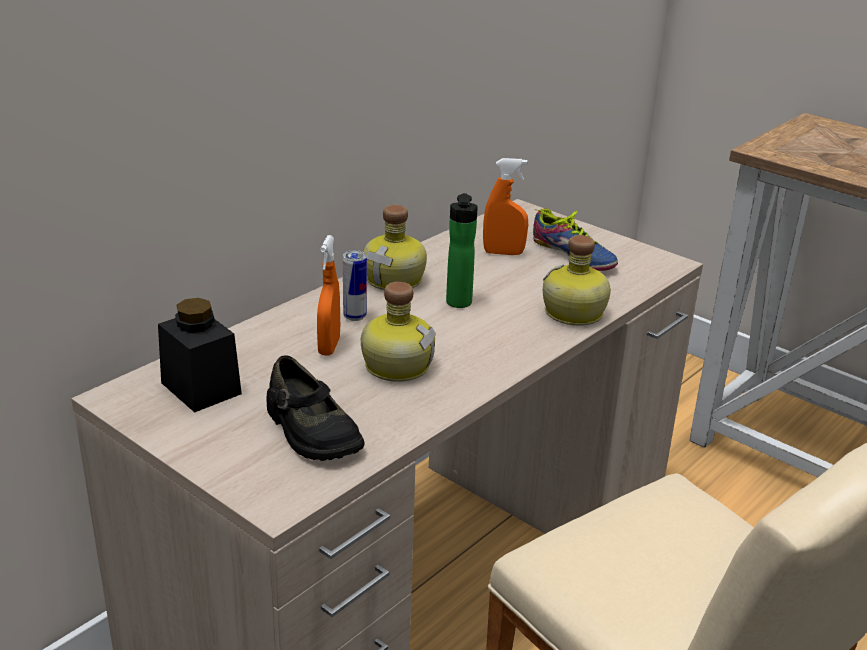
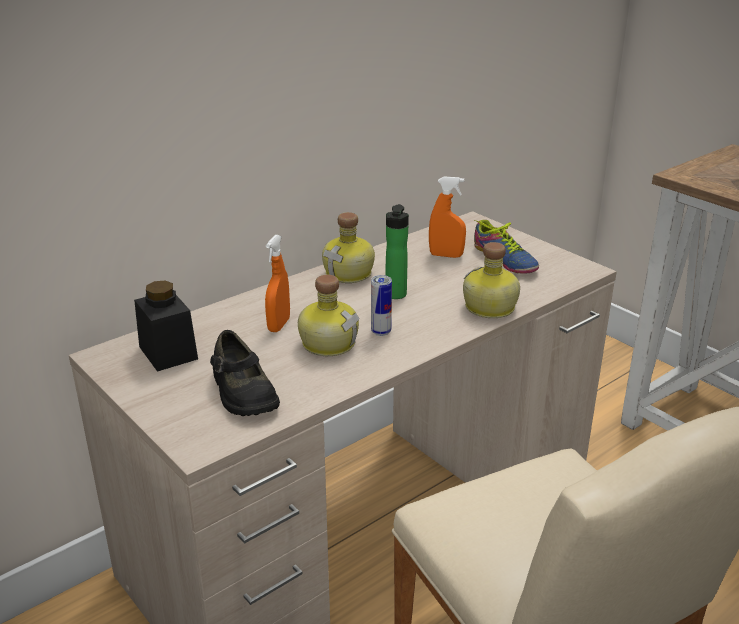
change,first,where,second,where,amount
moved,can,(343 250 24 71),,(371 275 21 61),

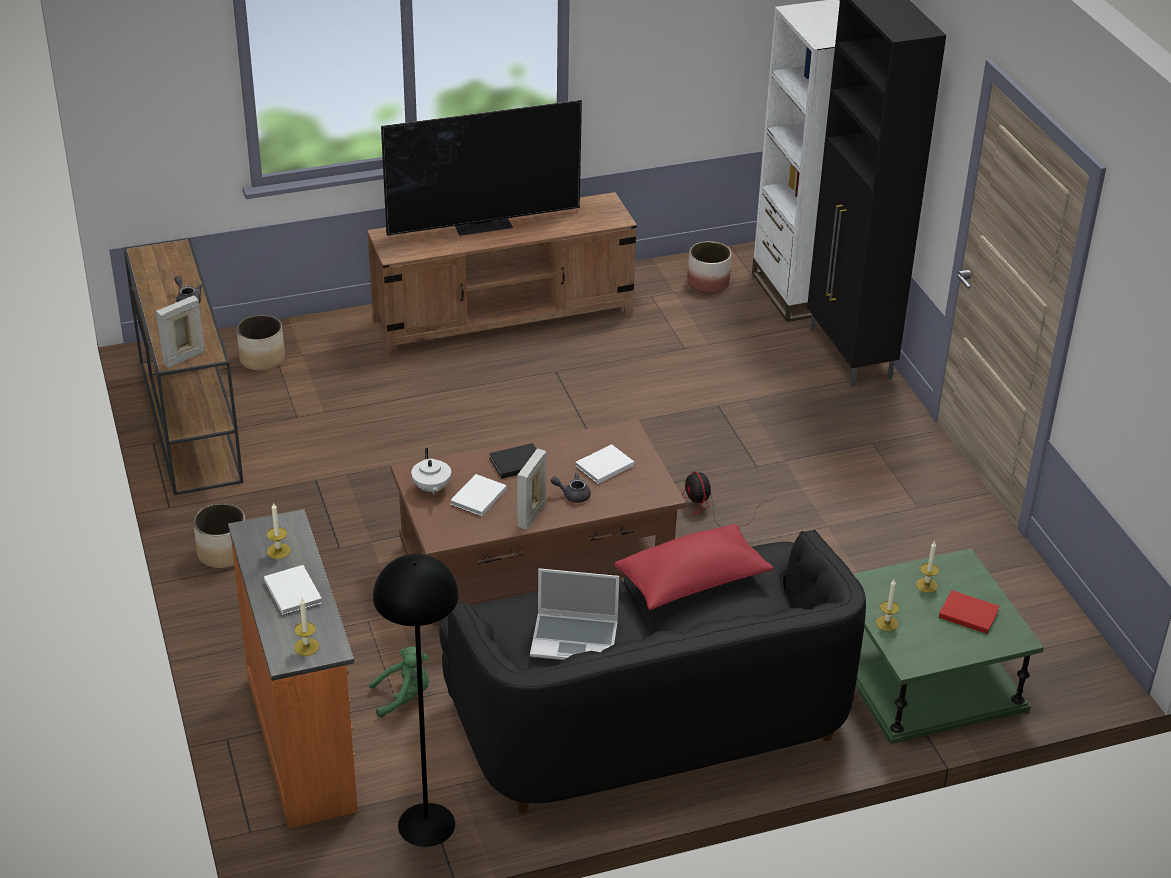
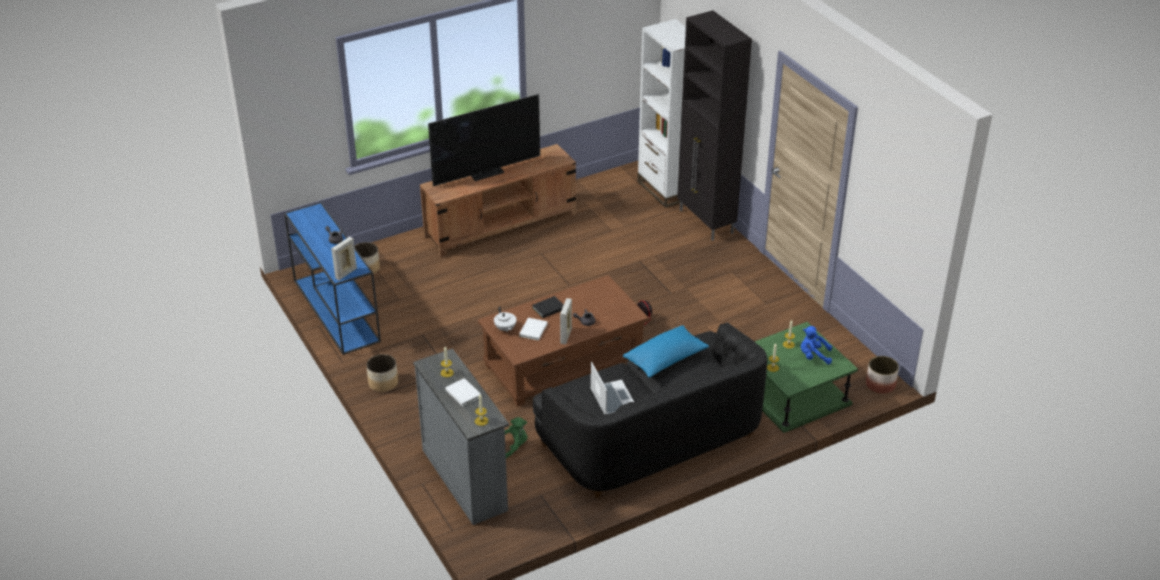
change,first,where,second,where,amount
recoloured,brown_console_table,(123 238 120 258),blue-coloured_console_table,(284 202 97 153),
recoloured,orange_drawer_chest,(228 509 130 319),greyish_drawer_chest,(413 348 96 177),
removed,blackish_standard_lamp,(373 554 86 293),,,
turned,laptop,(530 568 89 92),,(591 362 43 52),105 degrees counterclockwise
removed,whitish_volume,(575 444 59 40),,,
recoloured,red_cushion,(614 524 159 86),blue-coloured_cushion,(623 325 86 53),
moved,plant_pot,(687 241 44 53),,(866 356 33 38),
replaced,red_volume,(939 590 61 44),blue-coloured_soft_toy,(801 326 31 38),

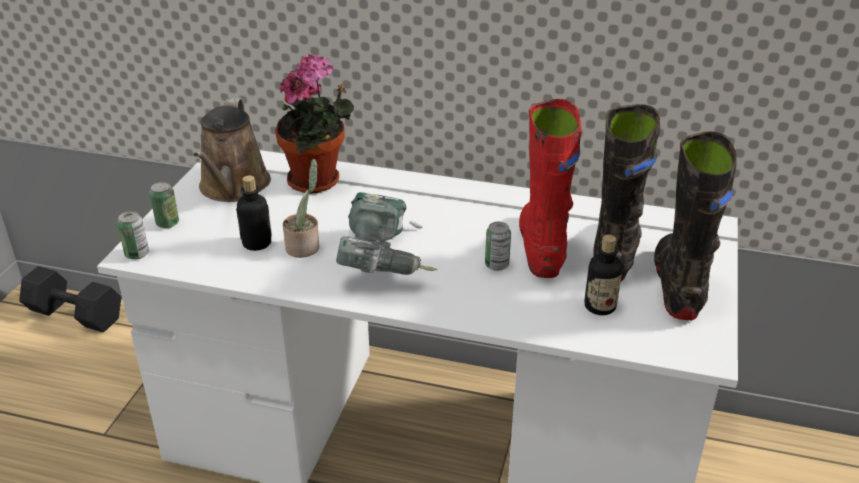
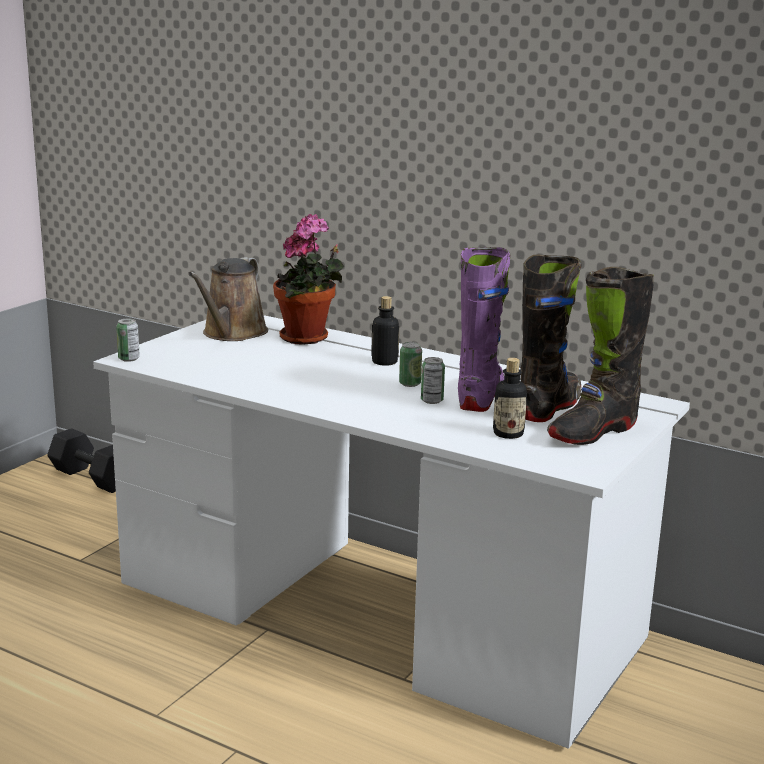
change,first,where,second,where,amount
moved,can,(150 182 29 46),,(399 342 23 45),
moved,beverage_bottle,(236 175 36 76),,(371 296 28 70),
removed,potted_plant,(283 159 36 99),,,
removed,power_drill,(336 192 101 83),,,
recoloured,red_boot,(519 99 62 179),purplish_boot,(458 247 53 165),
turned,blackish_boot,(654 131 83 189),,(547 267 107 178),150 degrees counterclockwise

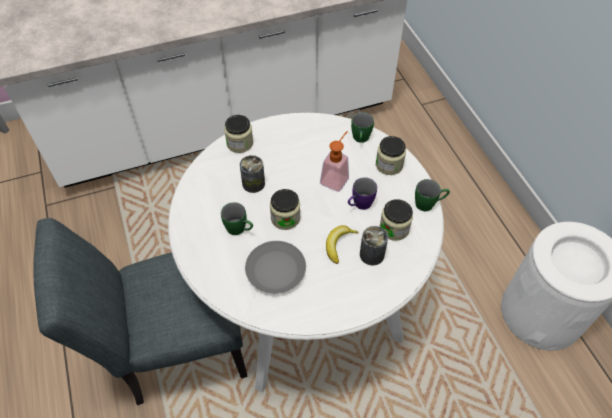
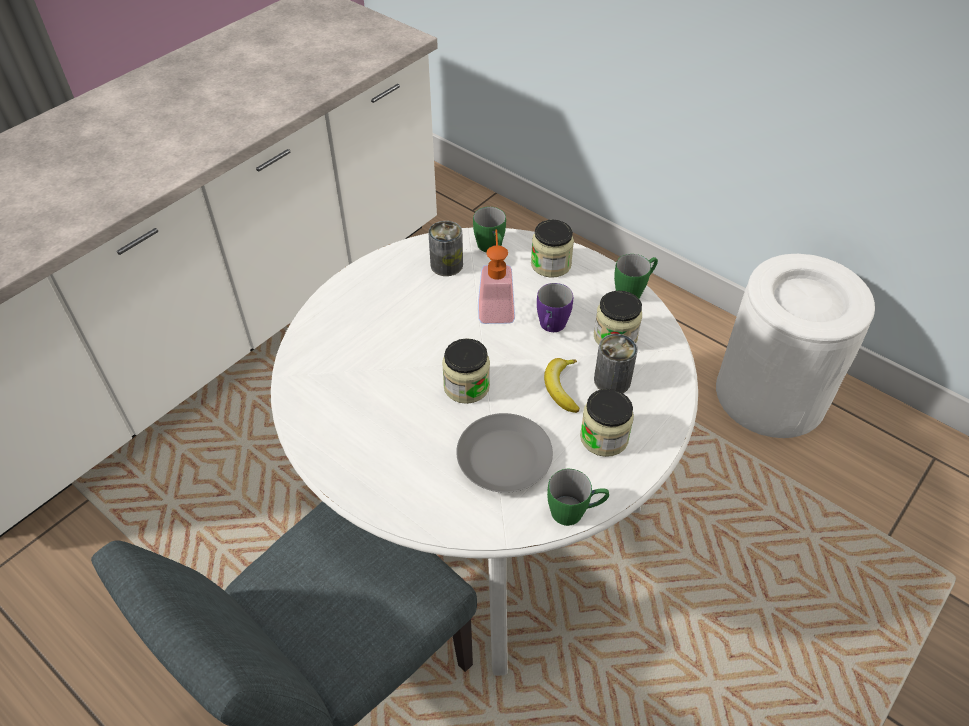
change,first,where,second,where,amount
moved,greenish_tea_mug,(221 202 32 33),,(547 469 62 57),
moved,storage_jar,(224 115 29 38),,(580 389 54 68),
moved,can,(240 155 25 38),,(428 221 35 55),

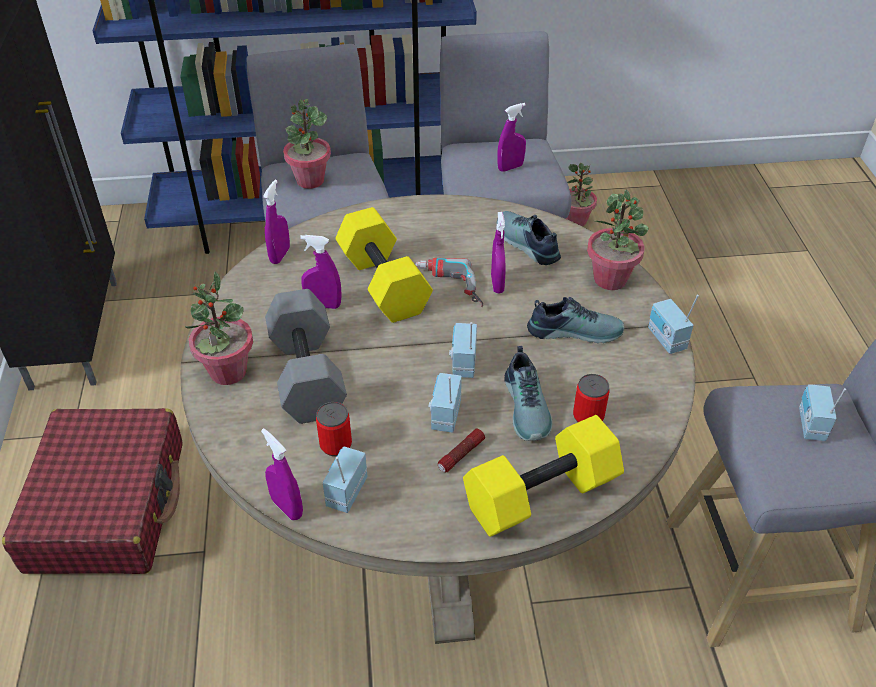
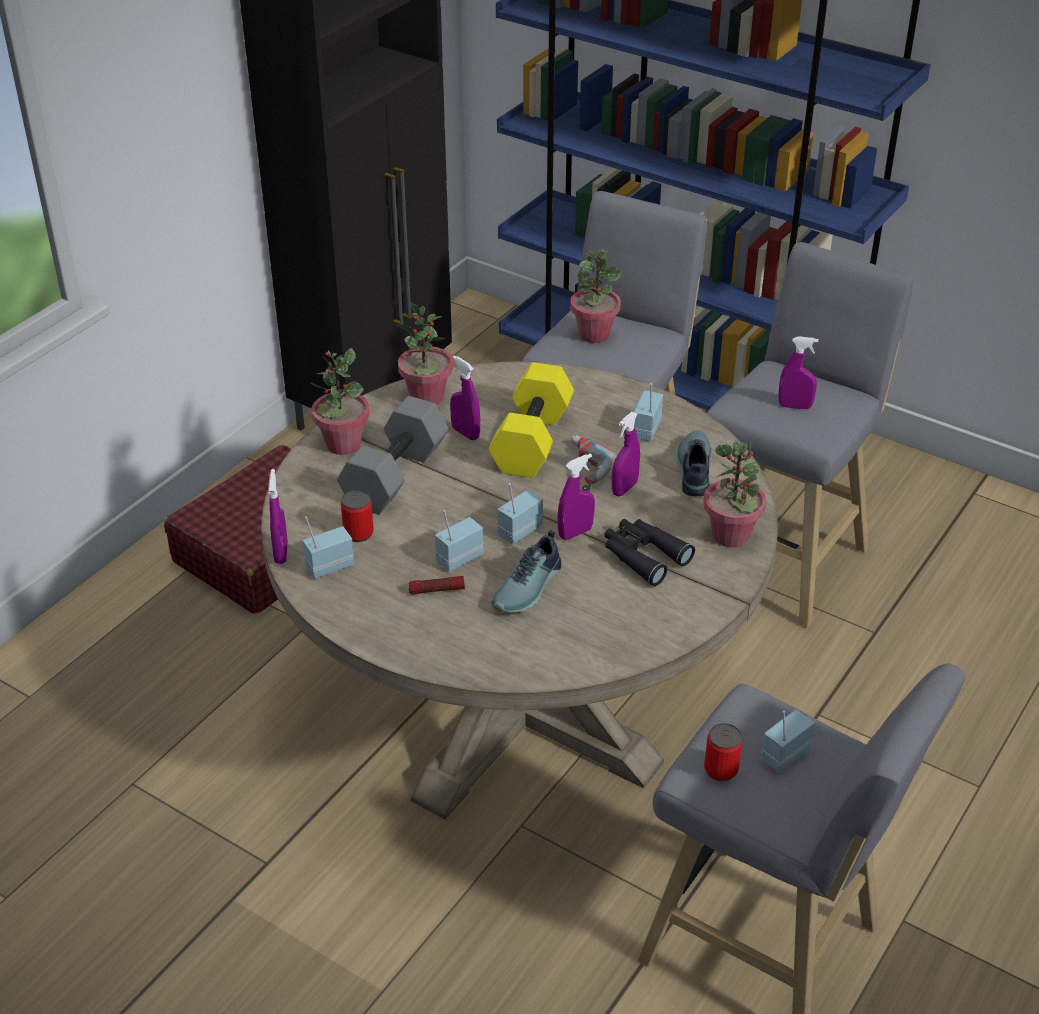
change,first,where,second,where,amount
moved,purplish_spray_bottle,(263 180 27 84),,(557 453 38 87),
removed,yellowish_free_weight,(463 415 161 122),,,
replaced,low_shoe,(527 297 97 46),blackish_binoculars,(604 519 91 67),
moved,potted_plant,(565 163 32 63),,(396 303 57 102),
moved,can,(573 374 37 48),,(704 723 38 58),
moved,radio,(648 295 51 59),,(634 383 29 59),

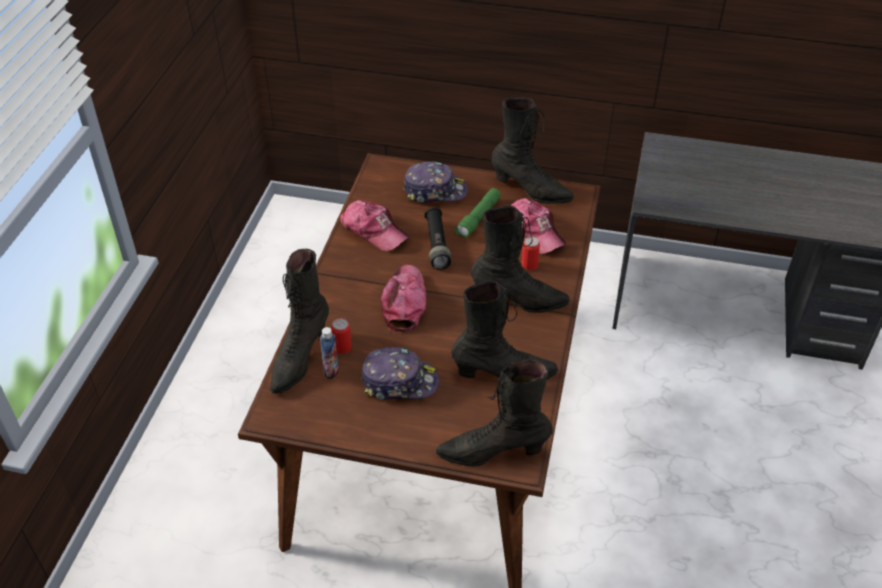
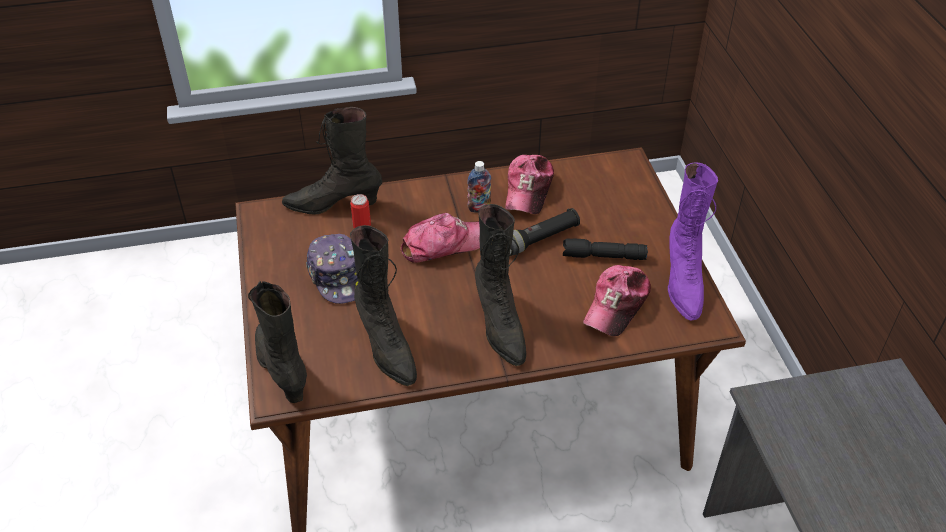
change,first,where,second,where,amount
moved,beverage_bottle,(320 327 19 52),,(467 161 24 51),
removed,peaked_cap,(403 161 65 42),,,
recoloured,greenish_flashlight,(455 188 46 50),blackish_flashlight,(563 238 85 22),
recoloured,blackish_boot,(492 97 82 107),purplish_boot,(668 162 50 159),
removed,can,(521 236 19 34),,,

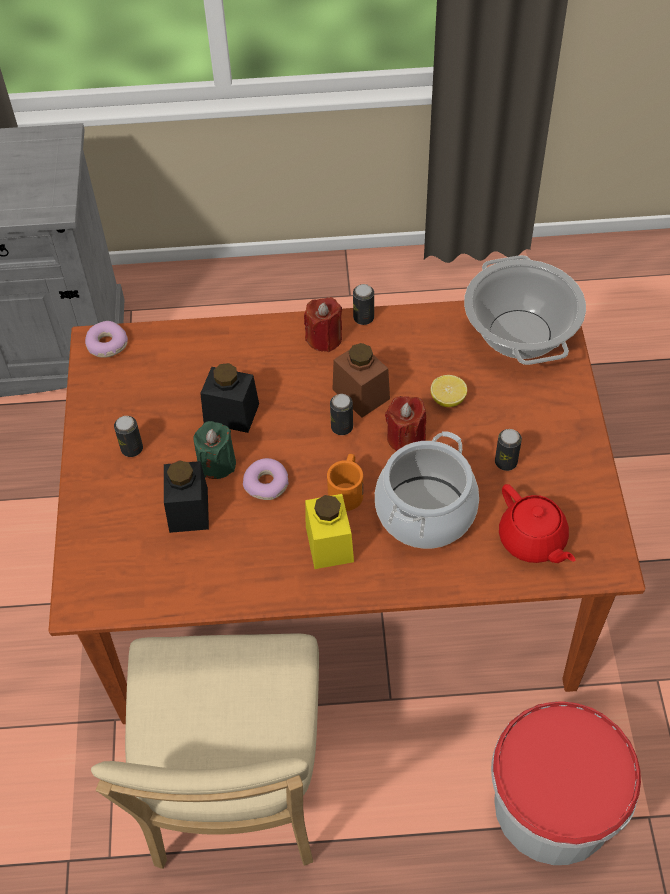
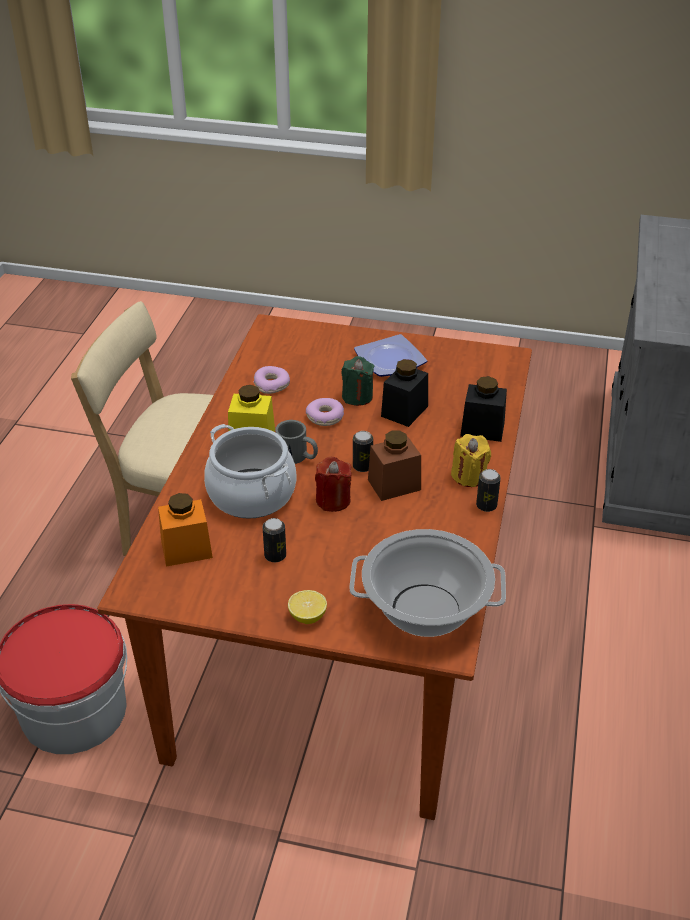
change,first,where,second,where,amount
moved,ring_doughnut,(85 321 43 37),,(254 366 36 28),
replaced,can,(114 416 29 41),dinner_plate,(354 334 73 43),
moved,blackish_storage_jar,(164 460 45 73),,(460 376 47 66),
recoloured,red_wax_light,(304 297 38 55),yellowish_wax_light,(451 434 40 53),
recoloured,orange_tea_mug,(327 454 36 57),greyish_tea_mug,(275 420 43 44),
moved,lemon,(431 375 36 32),,(288 590 39 34),
replaced,red_teapot,(499 484 76 79),orange_storage_jar,(158 493 55 74),

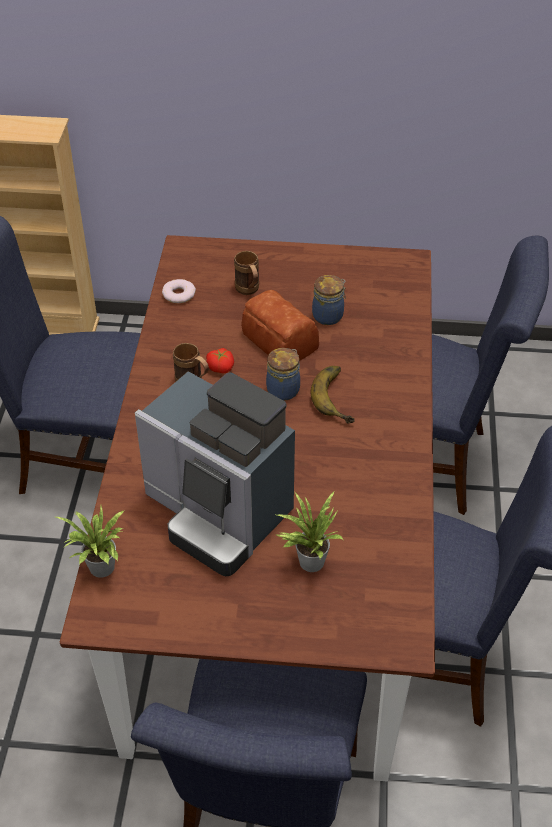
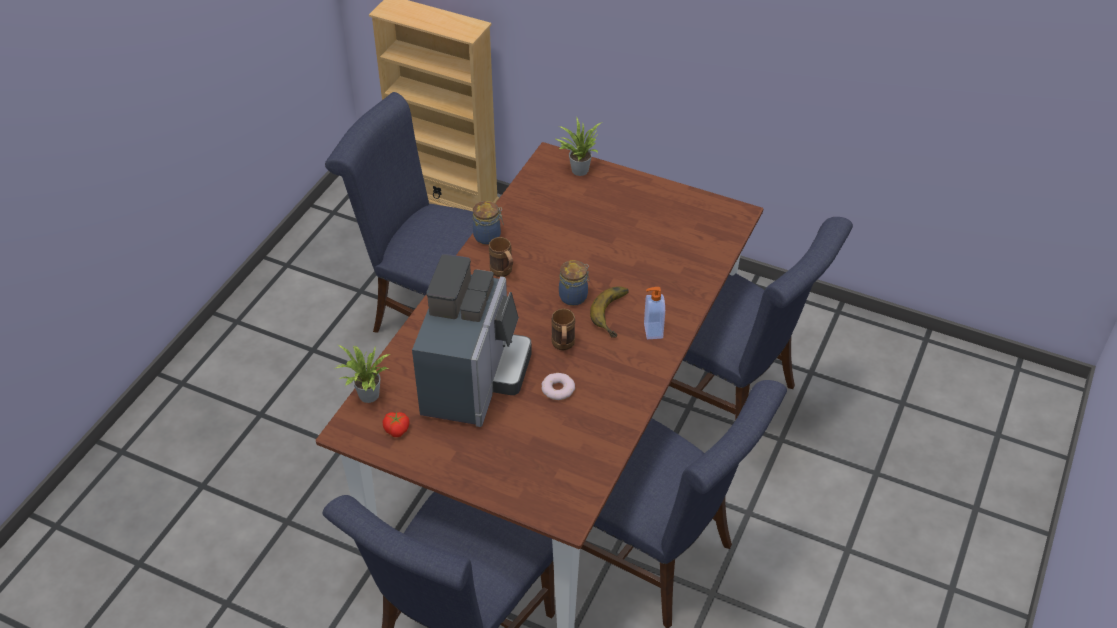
change,first,where,second,where,amount
turned,coffee_machine,(135 371 160 205),,(412 254 120 173),135 degrees counterclockwise
moved,ring_doughnut,(162 279 34 24),,(541 373 34 27),
moved,fresh_tomato,(206 348 28 26),,(382 412 27 25),
moved,brown_tea_mug,(234 251 25 44),,(551 309 24 41),
removed,bread,(241 290 78 71),,,
moved,potted_plant,(277 491 66 81),,(554 117 48 59),
moved,storage_jar,(312 275 34 50),,(473 201 31 44),
added,,,soap_dispenser,(644 287 21 52),

